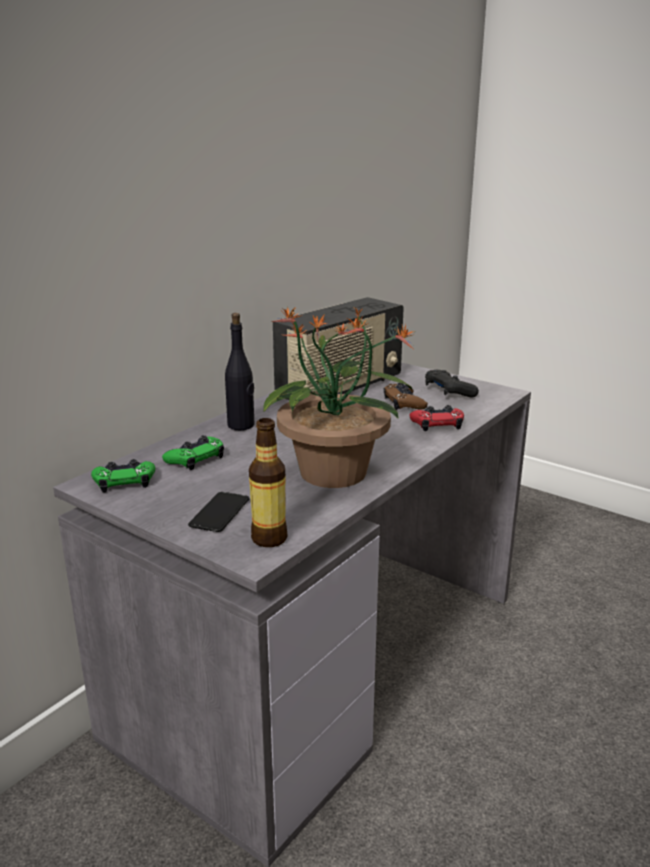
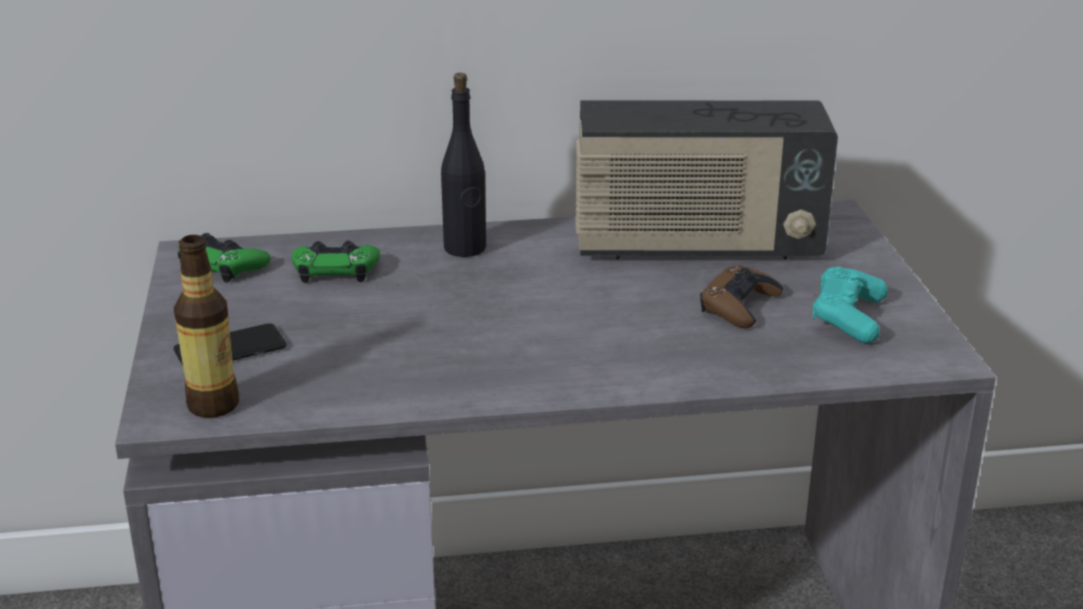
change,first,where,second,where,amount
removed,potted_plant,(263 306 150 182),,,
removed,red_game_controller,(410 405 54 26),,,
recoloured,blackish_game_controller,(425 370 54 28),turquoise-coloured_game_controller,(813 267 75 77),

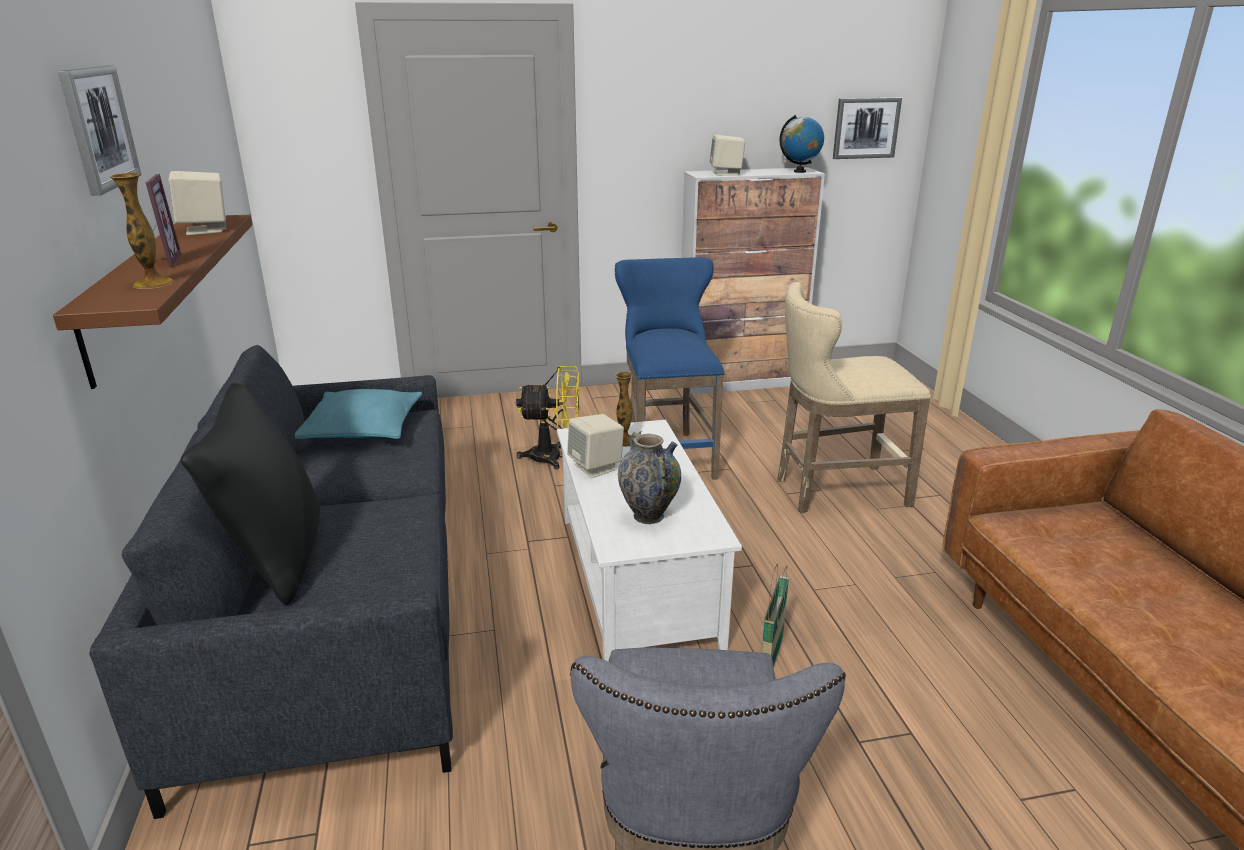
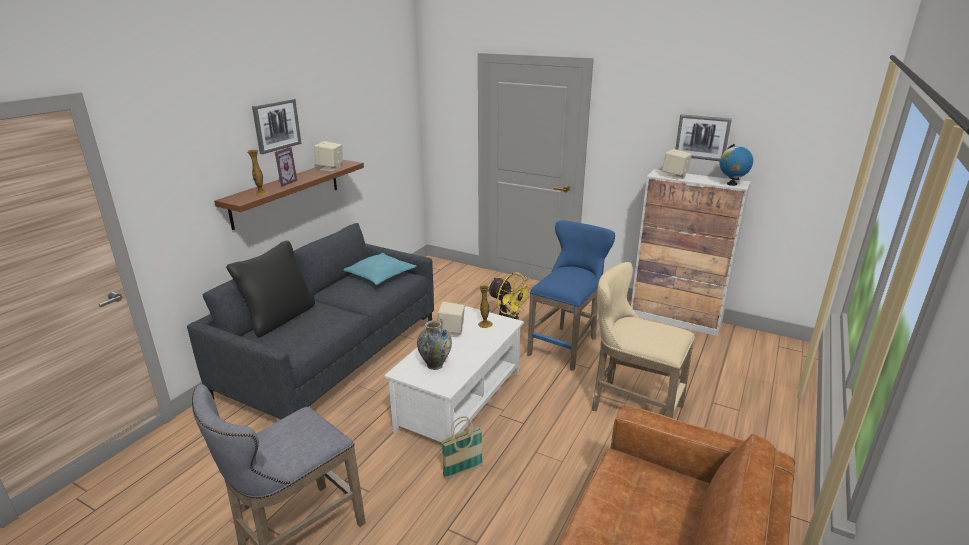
change,first,where,second,where,amount
moved,wall_picture,(833 98 69 61),,(675 114 57 47),

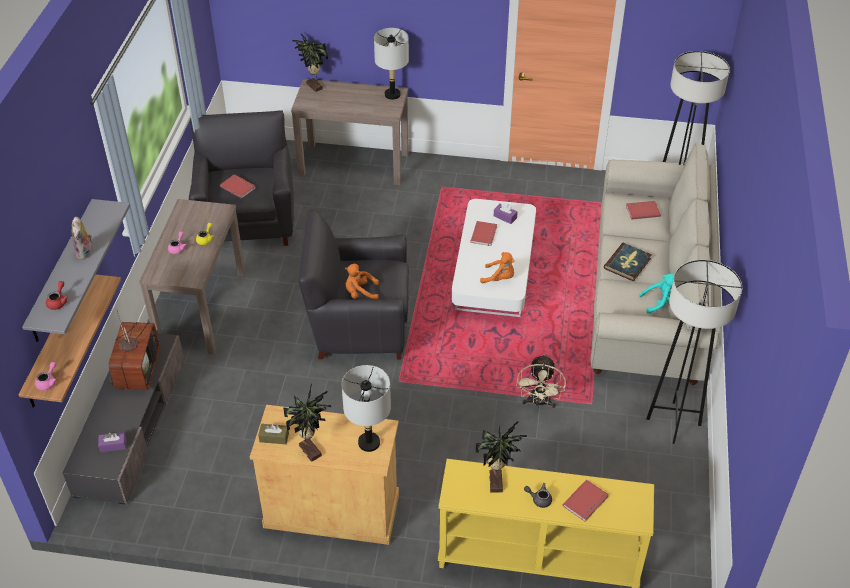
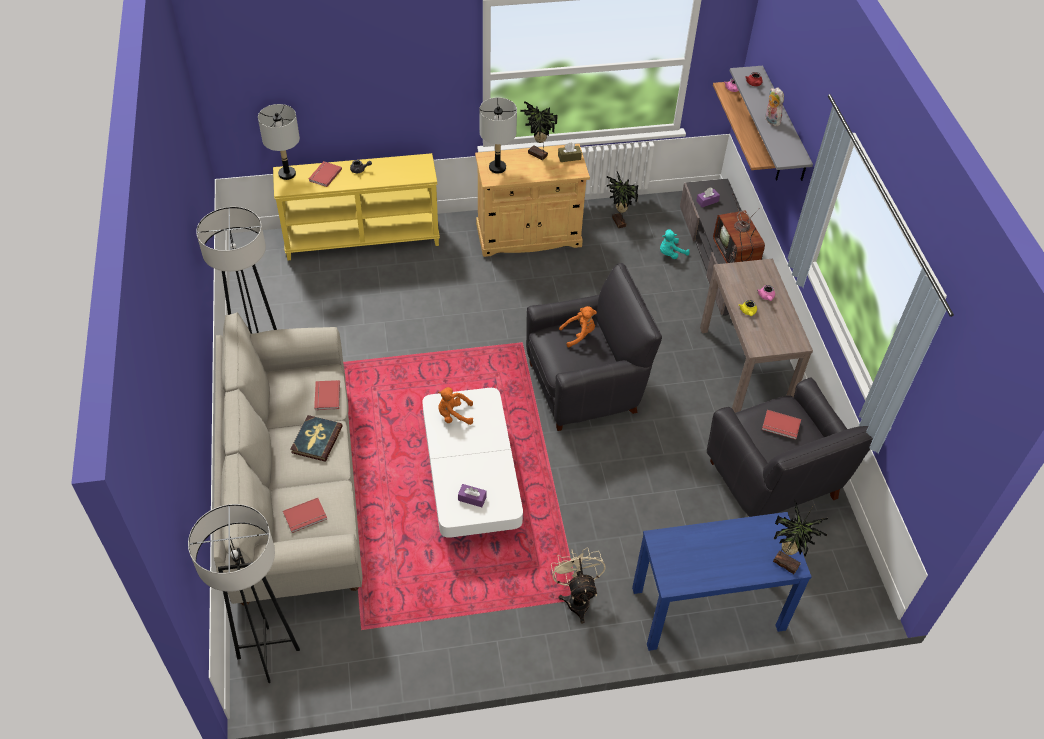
change,first,where,second,where,amount
recoloured,brown_console_table,(291 79 117 106),blue-coloured_console_table,(632 512 179 139),
moved,greyish_tabletop_lamp,(374 28 35 72),,(258 104 42 76),
moved,red_volume,(471 221 26 25),,(314 380 26 30),
moved,potted_plant,(476 421 51 71),,(606 172 32 56),
moved,beige_fan,(516 354 50 54),,(551 547 55 77),
moved,turquoise-coloured_soft_toy,(639 274 35 40),,(660 229 30 30),

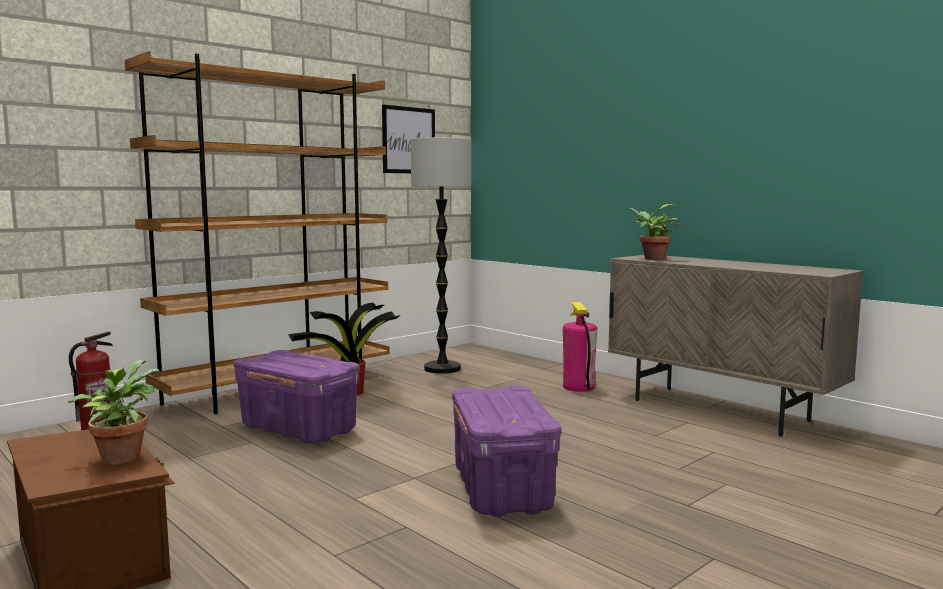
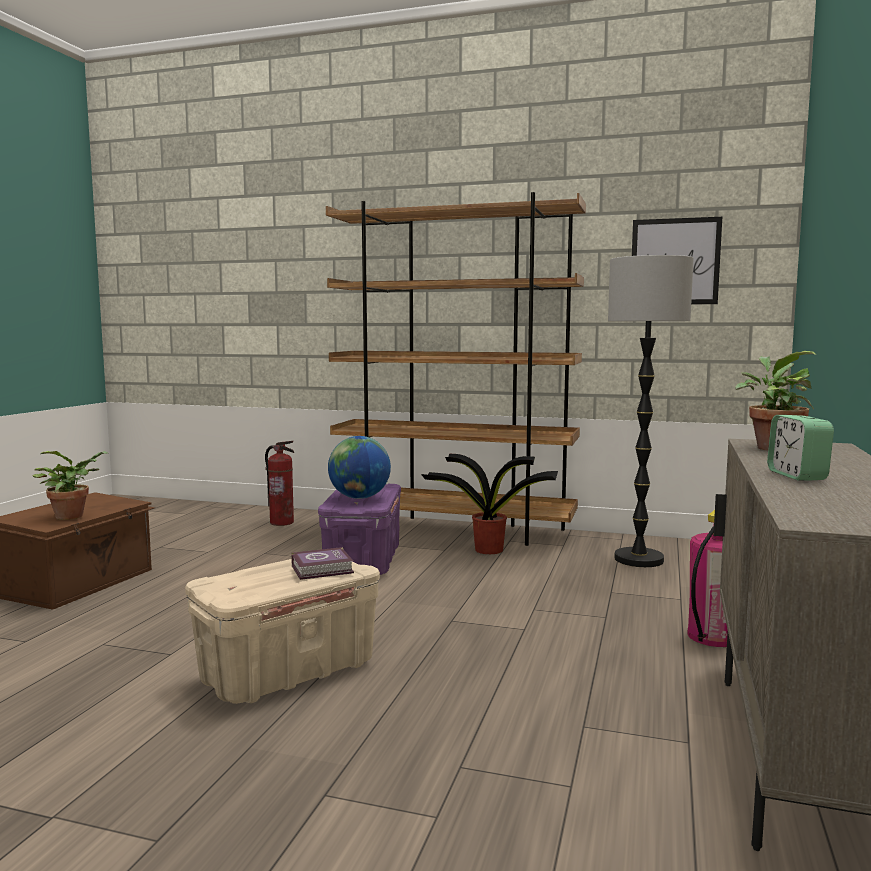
change,first,where,second,where,amount
recoloured,purplish_storage_container,(452 386 109 131),beige_storage_container,(185 559 195 145),
added,,,volume,(291 547 63 33),
added,,,desk_globe,(328 436 63 63),
added,,,bedside_clock,(767 415 67 66),

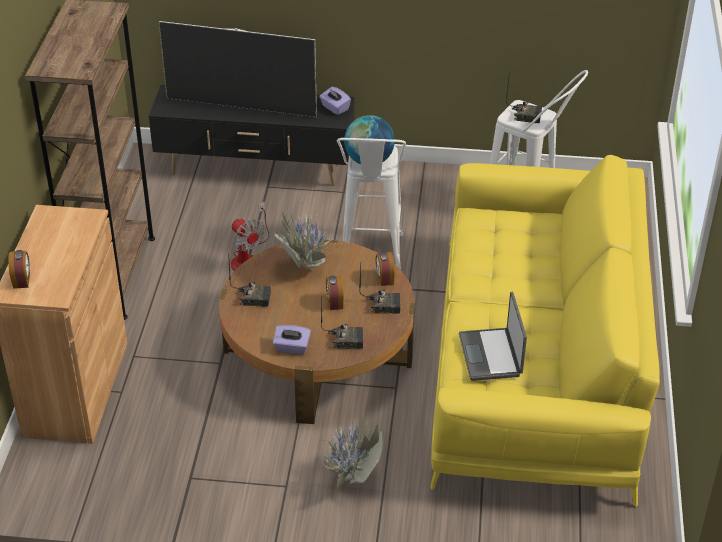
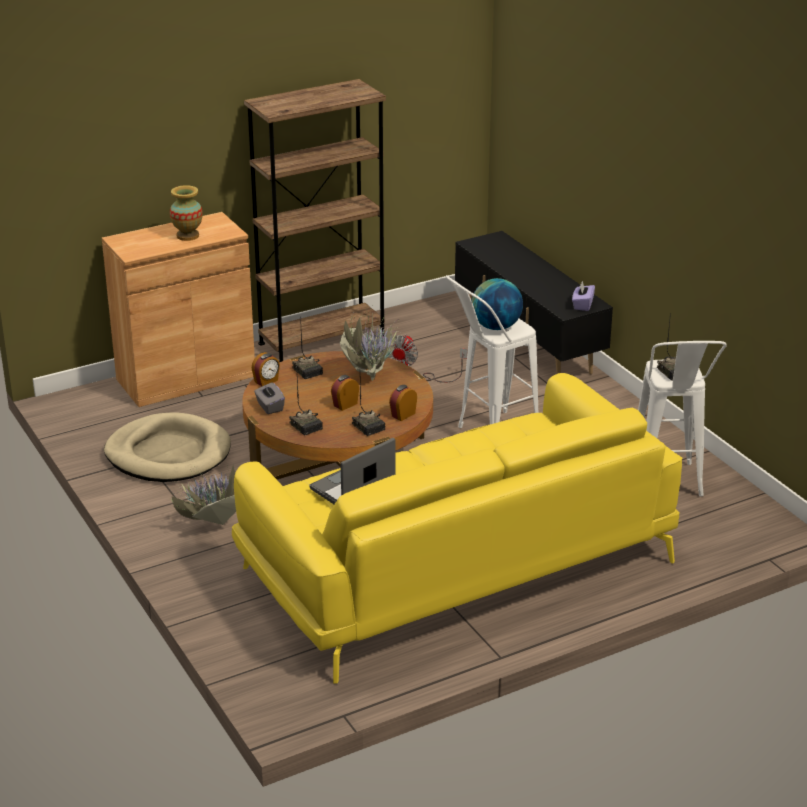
change,first,where,second,where,amount
moved,bedside_clock,(8 250 22 39),,(252 352 28 34),
removed,TV_set,(159 21 158 97),,,
recoloured,purplish_tissue_box,(273 325 38 30),greyish_tissue_box,(254 382 31 32),
added,,,beige_dog_bed,(104 412 127 70),
added,,,decorative_vase,(170 185 33 56),

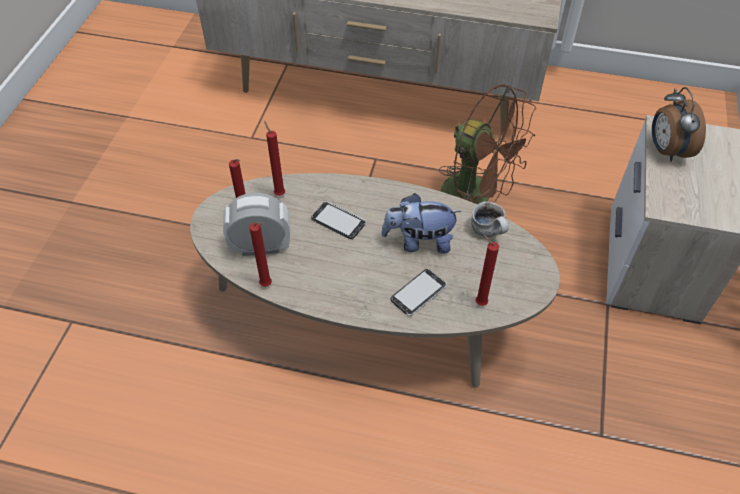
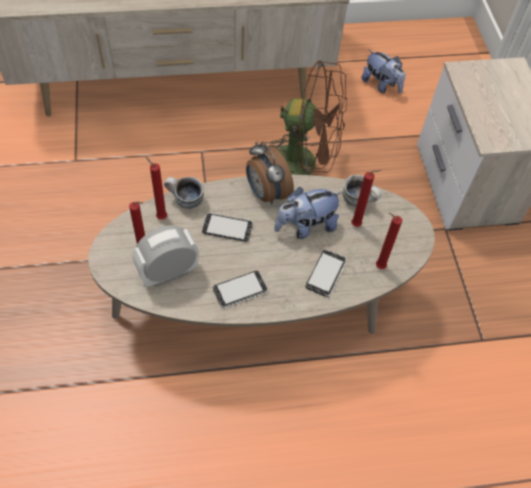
change,first,where,second,where,amount
moved,red_wax_light,(249 222 23 65),,(351 170 31 57),
moved,bedside_clock,(652 87 54 75),,(246 142 48 62),
added,,,tea_mug,(164 177 40 32),
added,,,handset,(213 271 55 37),
added,,,soft_toy,(362 50 43 44),

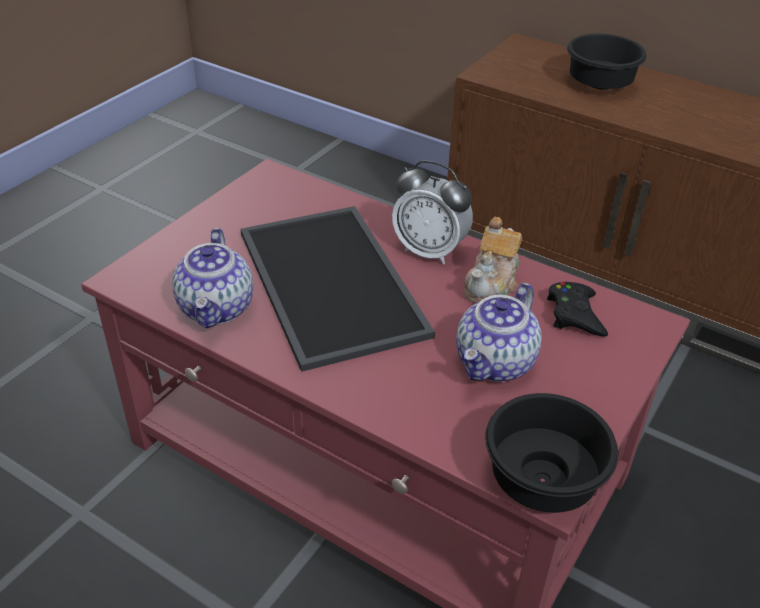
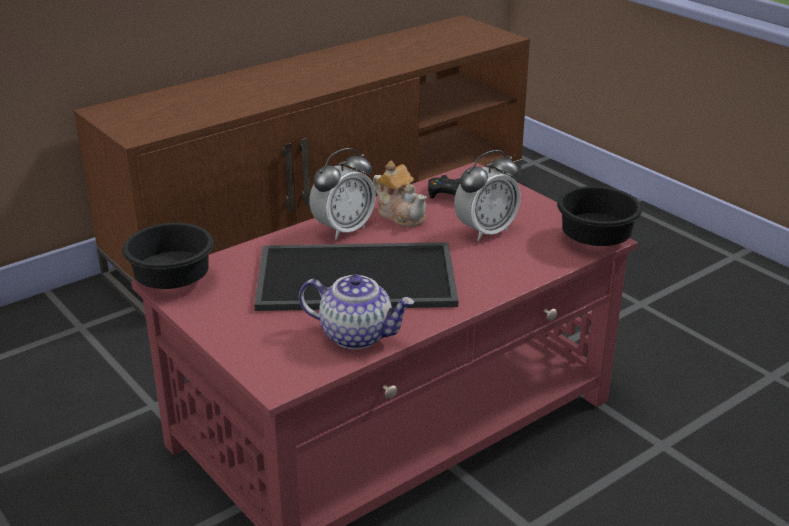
change,first,where,second,where,amount
replaced,teapot,(456 283 86 99),bedside_clock,(454 150 67 91),
moved,blackish_bowl,(567 34 79 55),,(122 223 92 66),

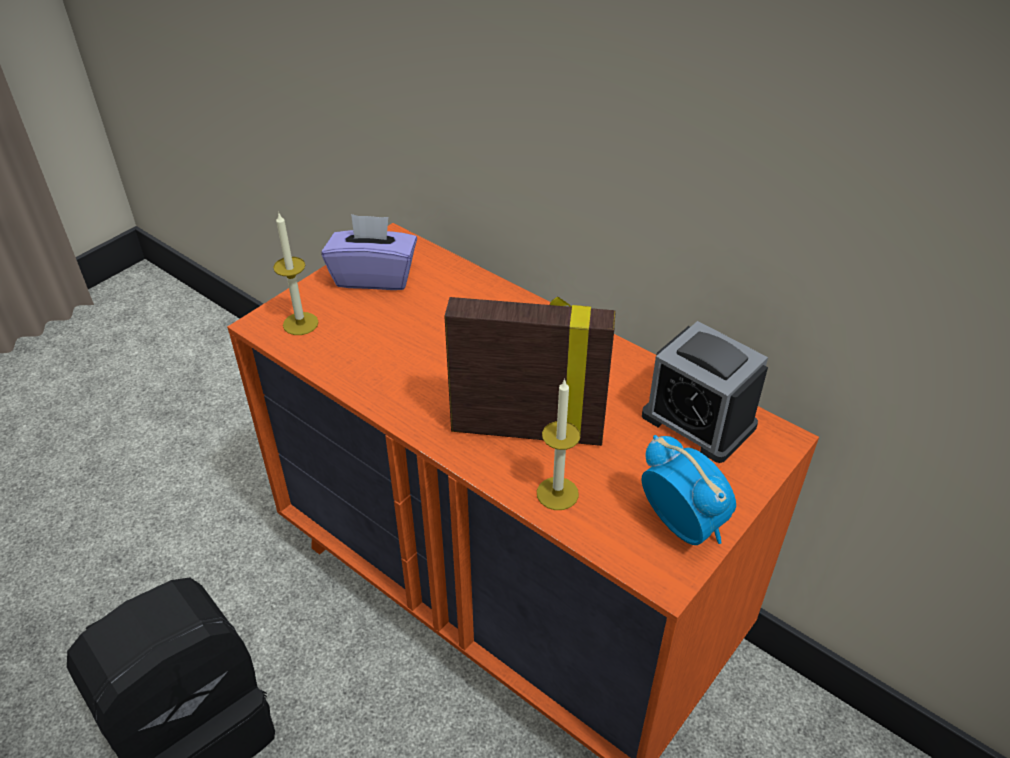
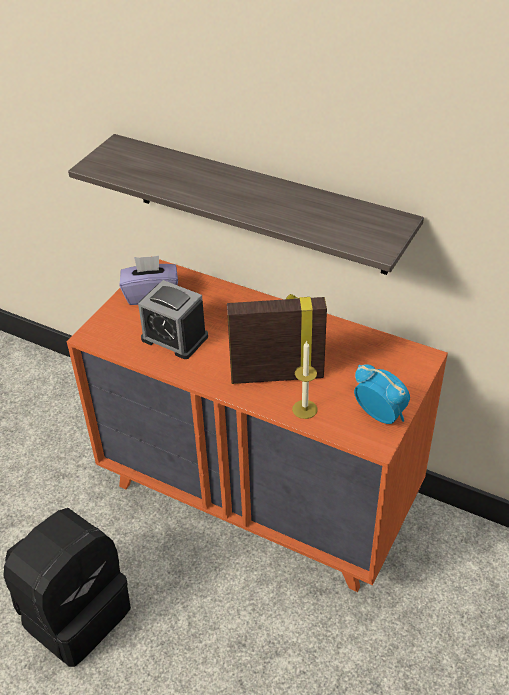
change,first,where,second,where,amount
removed,wax_light,(273 212 46 123),,,
moved,bedside_clock,(642 321 126 142),,(138 280 70 79),
added,,,shelf,(68 134 356 141),

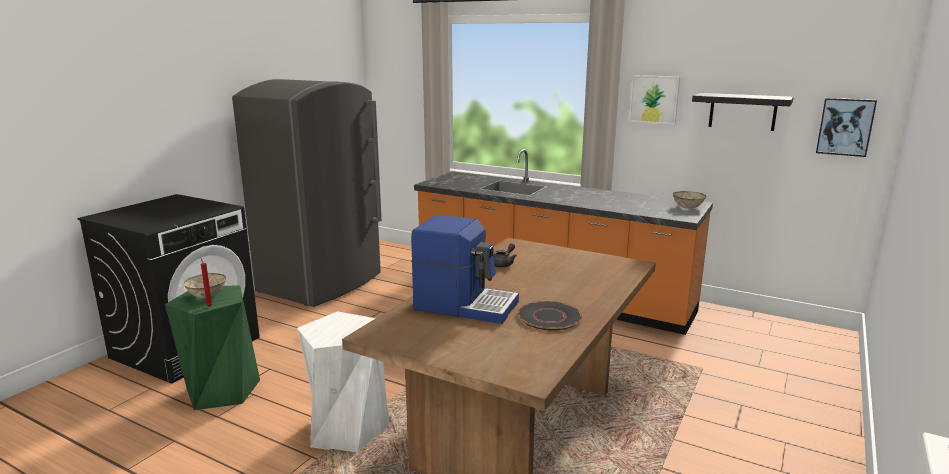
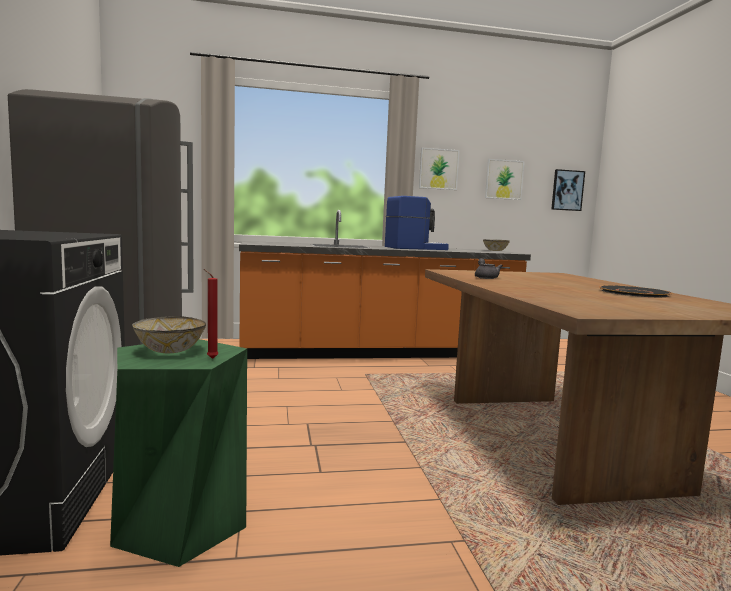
change,first,where,second,where,amount
removed,whitish_sitting_stool,(297 311 92 142),,,
moved,coffee_machine,(411 215 108 109),,(385 196 64 54),
replaced,blackish_shelf,(692 93 102 38),wall_picture,(485 159 40 41),

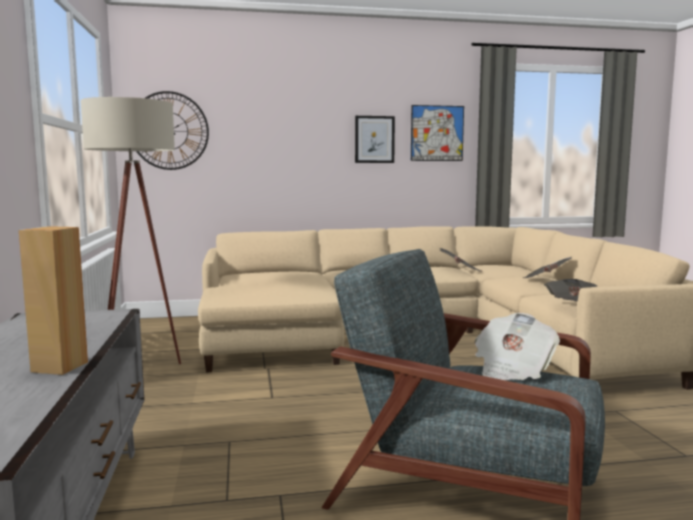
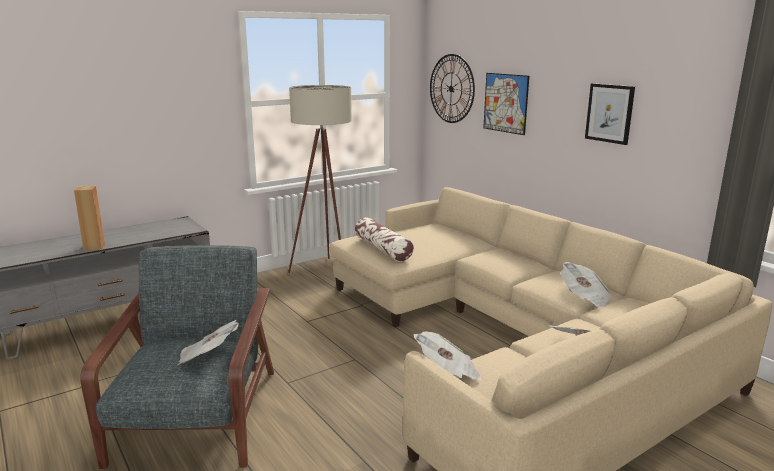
change,first,where,second,where,amount
moved,wall_picture,(411 105 53 56),,(483 73 46 62),
added,,,cushion,(355 217 59 45),

